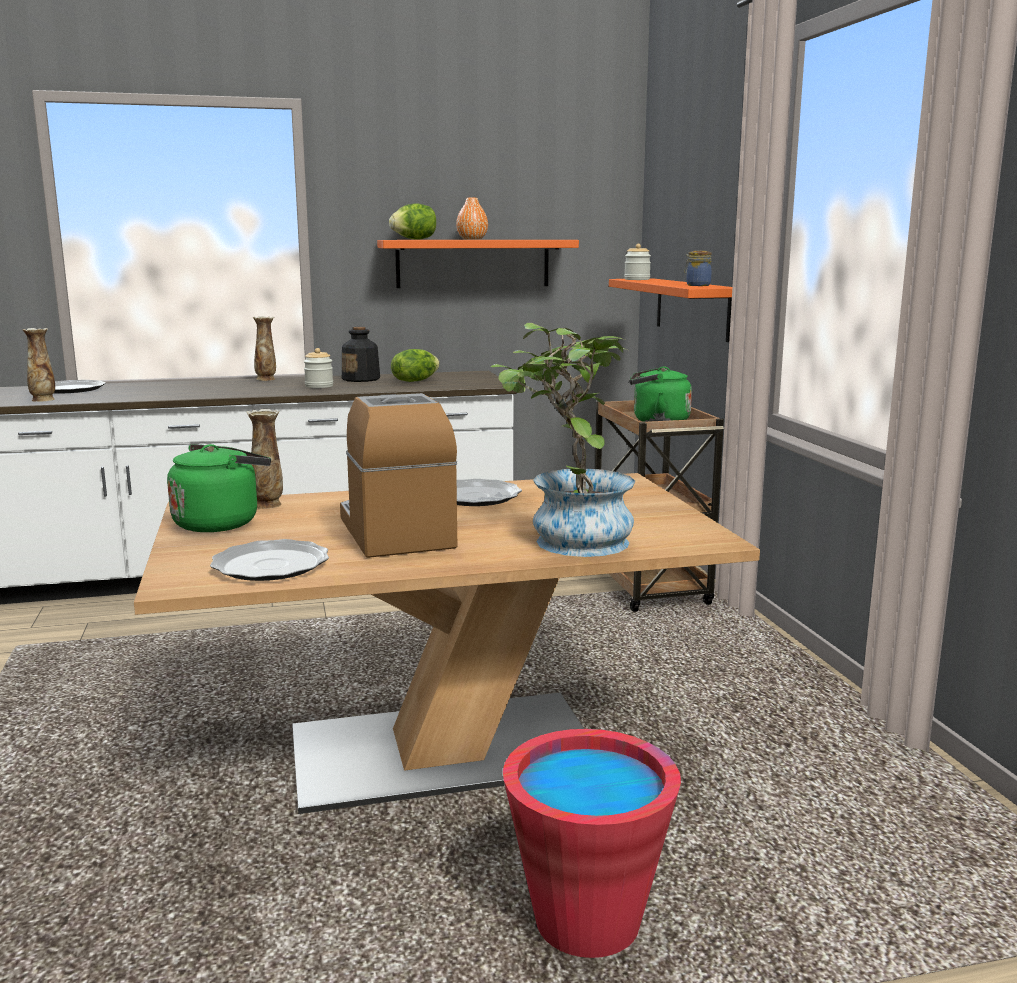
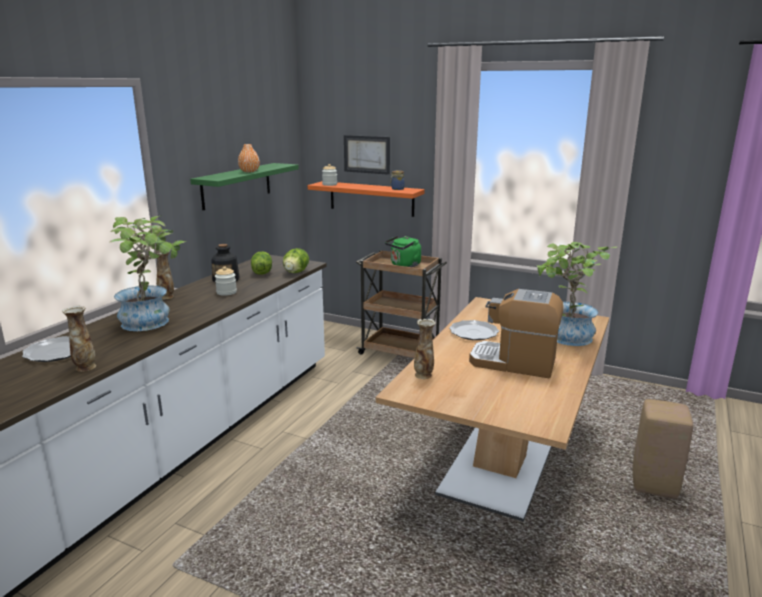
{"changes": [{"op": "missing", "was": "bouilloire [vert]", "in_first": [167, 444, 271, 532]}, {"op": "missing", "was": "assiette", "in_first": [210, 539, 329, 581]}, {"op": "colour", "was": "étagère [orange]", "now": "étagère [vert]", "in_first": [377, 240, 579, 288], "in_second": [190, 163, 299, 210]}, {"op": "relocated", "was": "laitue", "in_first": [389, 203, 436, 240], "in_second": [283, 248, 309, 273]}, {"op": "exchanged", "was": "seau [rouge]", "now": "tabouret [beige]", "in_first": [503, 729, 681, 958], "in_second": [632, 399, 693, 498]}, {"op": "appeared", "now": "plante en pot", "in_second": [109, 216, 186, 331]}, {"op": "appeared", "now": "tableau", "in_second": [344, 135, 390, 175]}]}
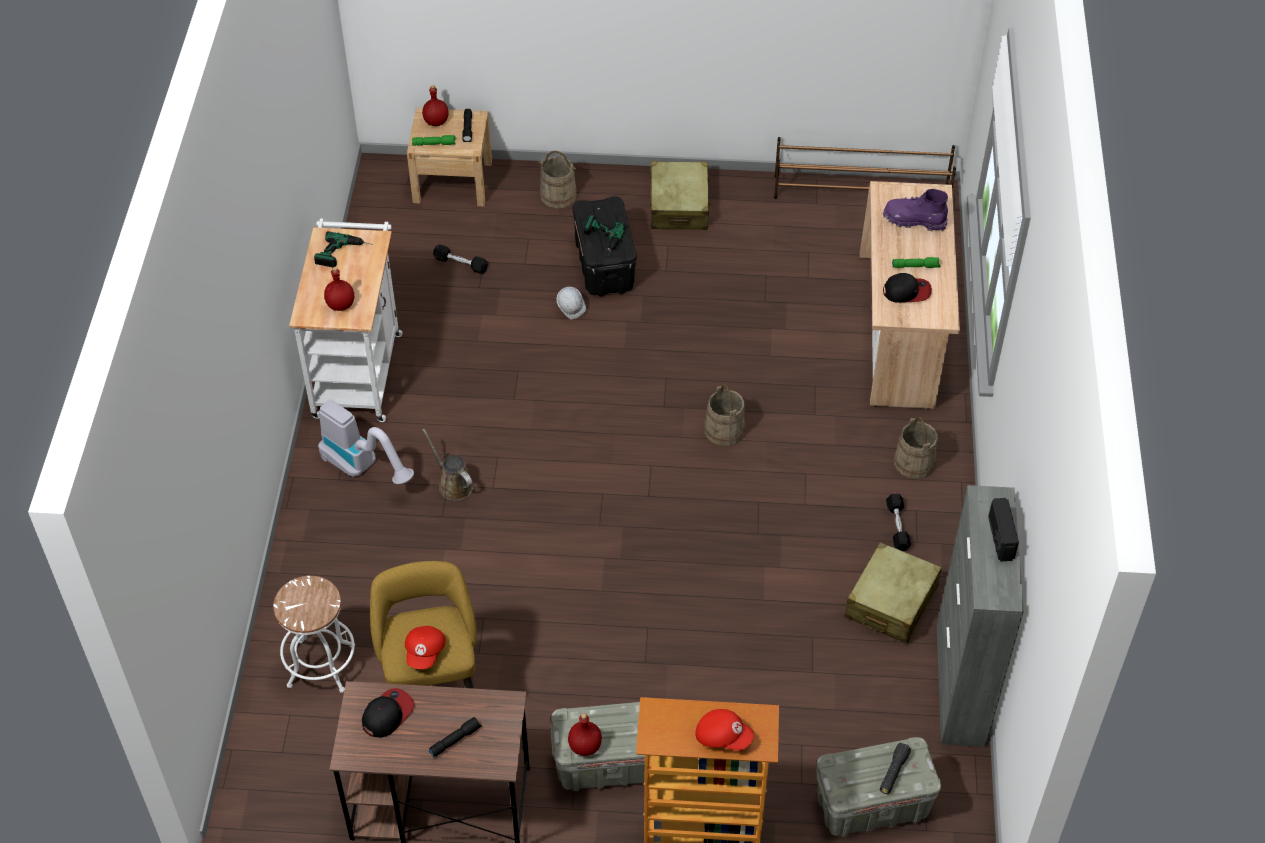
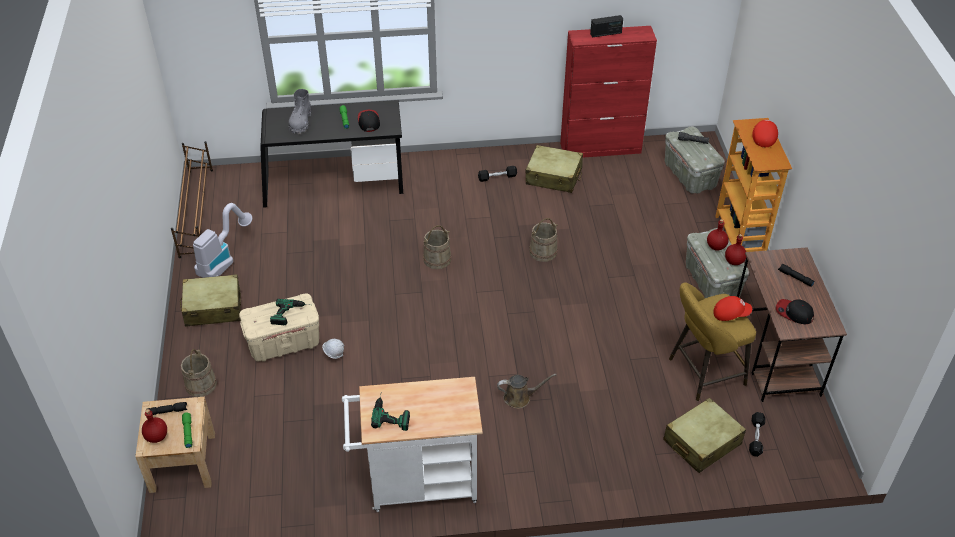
{"changes": [{"op": "exchanged", "was": "tabouret [blanc]", "now": "valise [beige]", "in_first": [273, 576, 355, 693], "in_second": [663, 398, 746, 473]}, {"op": "relocated", "was": "aspirateur", "in_first": [318, 400, 414, 484], "in_second": [193, 203, 252, 278]}, {"op": "relocated", "was": "bouteille [rouge]", "in_first": [324, 267, 354, 311], "in_second": [707, 219, 728, 250]}, {"op": "spun", "was": "arrosoir [marron]", "in_first": [422, 429, 473, 501], "in_second": [497, 374, 556, 409], "clockwise": -135}, {"op": "relocated", "was": "haltère [noir]", "in_first": [433, 244, 488, 274], "in_second": [749, 412, 765, 457]}, {"op": "colour", "was": "boîte de rangement [noir]", "now": "boîte de rangement [beige]", "in_first": [573, 196, 637, 296], "in_second": [239, 294, 319, 362]}, {"op": "colour", "was": "bureau [beige]", "now": "bureau [noir]", "in_first": [860, 181, 960, 409], "in_second": [260, 100, 403, 208]}, {"op": "colour", "was": "botte [violet]", "now": "botte [gris]", "in_first": [883, 189, 948, 231], "in_second": [289, 89, 312, 135]}, {"op": "relocated", "was": "seau [beige]", "in_first": [894, 416, 938, 479], "in_second": [529, 218, 558, 262]}, {"op": "colour", "was": "meuble de rangement [gris]", "now": "meuble de rangement [rouge]", "in_first": [937, 485, 1024, 747], "in_second": [560, 26, 657, 158]}]}
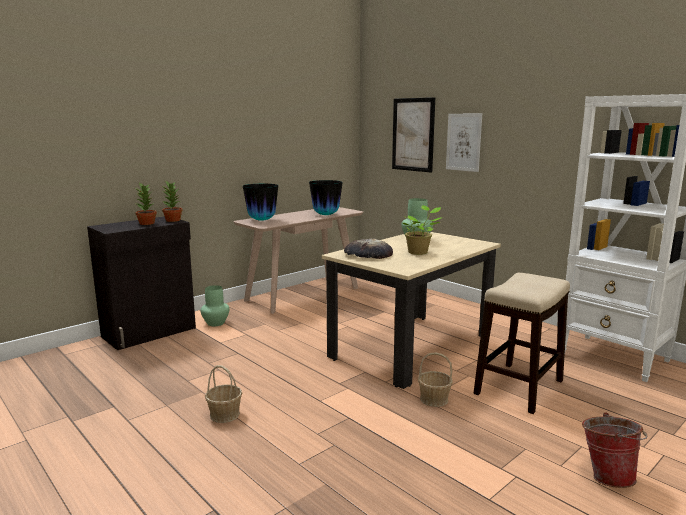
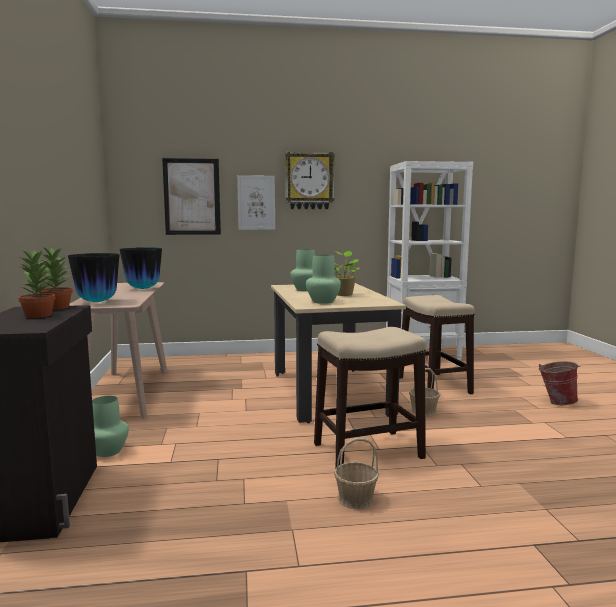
{"changes": [{"op": "exchanged", "was": "pain", "now": "vase [vert]", "in_first": [344, 239, 393, 259], "in_second": [306, 254, 341, 304]}, {"op": "appeared", "now": "horloge murale", "in_second": [285, 152, 335, 209]}, {"op": "appeared", "now": "tabouret", "in_second": [314, 327, 426, 467]}]}
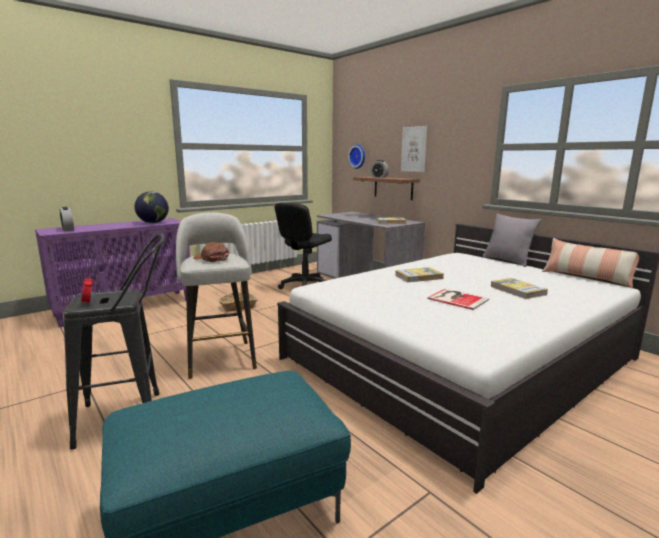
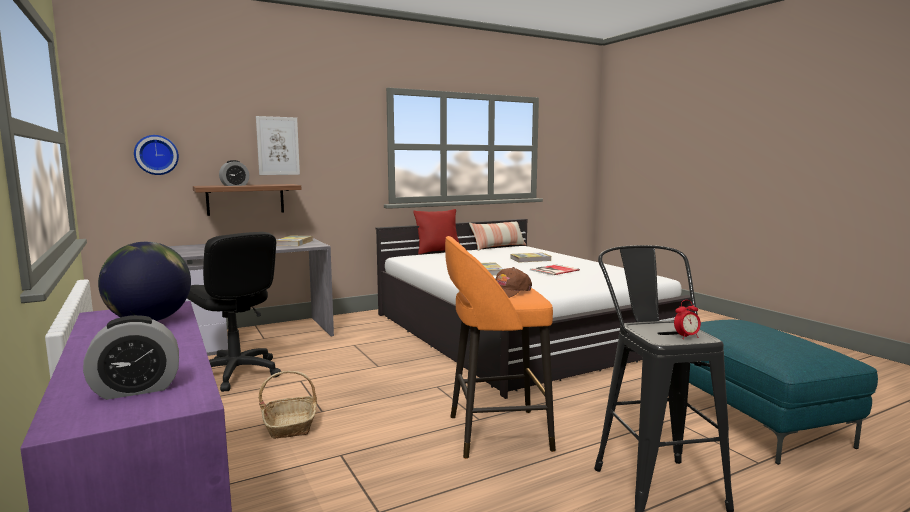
{"changes": [{"op": "colour", "was": "tabouret [gris]", "now": "tabouret [orange]", "in_first": [176, 212, 257, 379], "in_second": [445, 236, 556, 459]}, {"op": "colour", "was": "coussin [gris]", "now": "coussin [rouge]", "in_first": [483, 214, 541, 267], "in_second": [413, 209, 459, 254]}]}
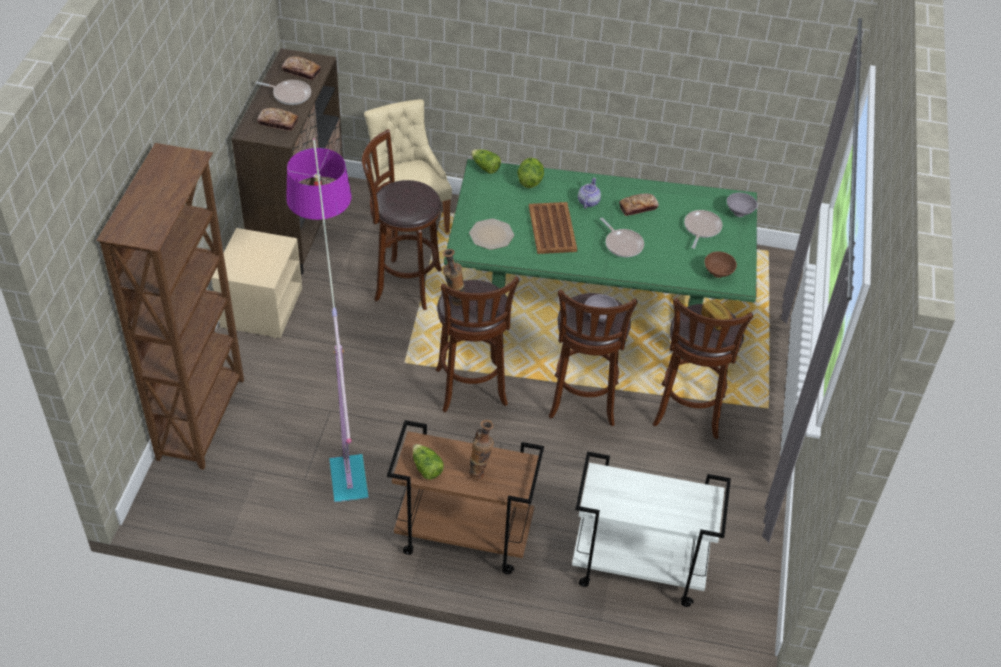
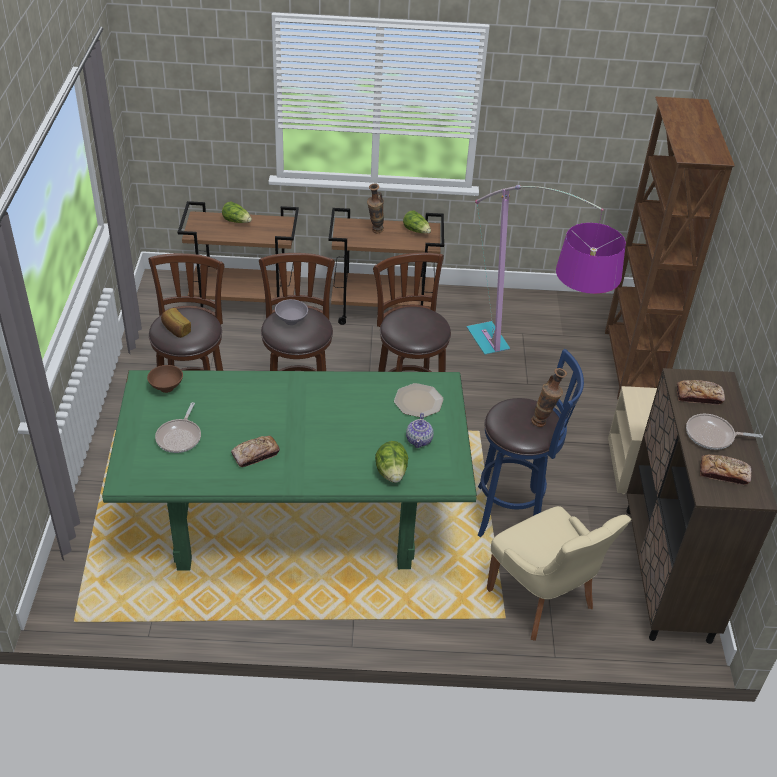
{"changes": [{"op": "colour", "was": "tabouret [marron]", "now": "tabouret [bleu]", "in_first": [362, 129, 442, 310], "in_second": [478, 349, 584, 537]}, {"op": "relocated", "was": "vase", "in_first": [442, 249, 464, 306], "in_second": [531, 368, 567, 427]}, {"op": "relocated", "was": "laitue", "in_first": [471, 149, 501, 174], "in_second": [222, 202, 252, 223]}, {"op": "missing", "was": "plateau [marron]", "in_first": [529, 202, 577, 254]}, {"op": "colour", "was": "chariot [blanc]", "now": "chariot [marron]", "in_first": [572, 452, 731, 607], "in_second": [178, 201, 299, 308]}, {"op": "relocated", "was": "théière", "in_first": [578, 178, 601, 209], "in_second": [406, 413, 433, 448]}, {"op": "missing", "was": "poêle", "in_first": [600, 218, 644, 257]}, {"op": "missing", "was": "bol [gris]", "in_first": [727, 193, 758, 217]}]}
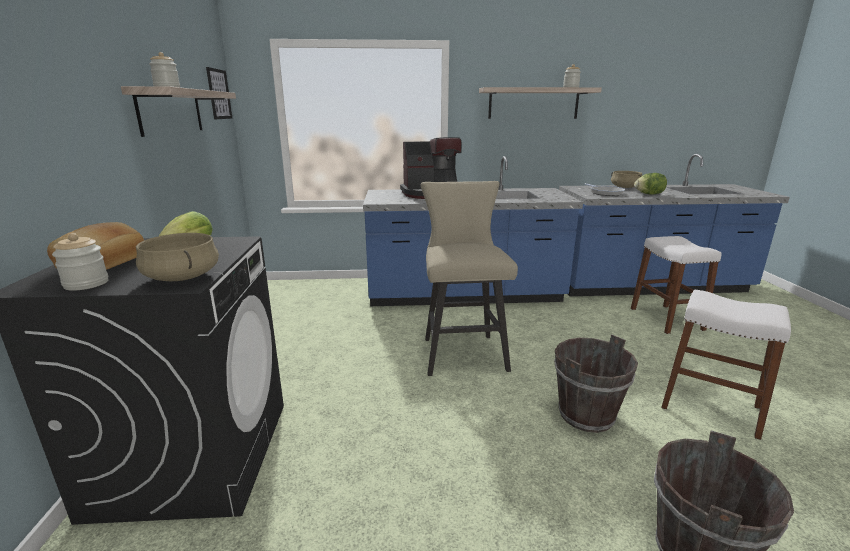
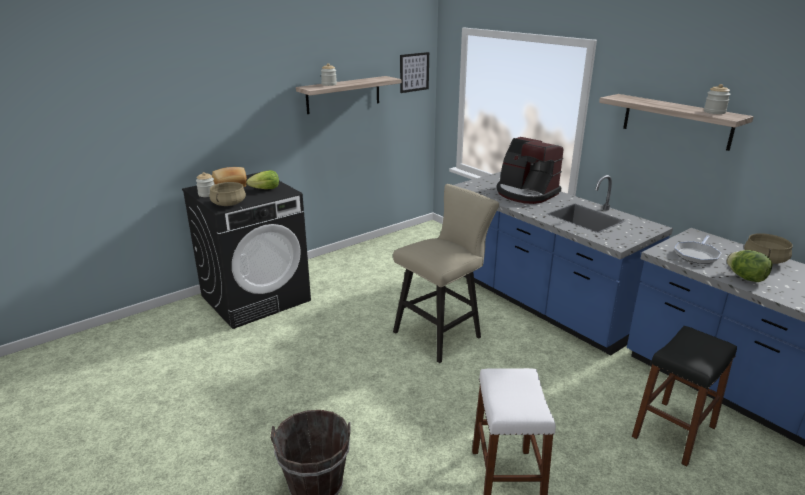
{"changes": [{"op": "missing", "was": "seau [marron]", "in_first": [554, 335, 638, 433]}, {"op": "colour", "was": "tabouret [blanc]", "now": "tabouret [noir]", "in_first": [631, 236, 721, 334], "in_second": [632, 326, 737, 467]}]}
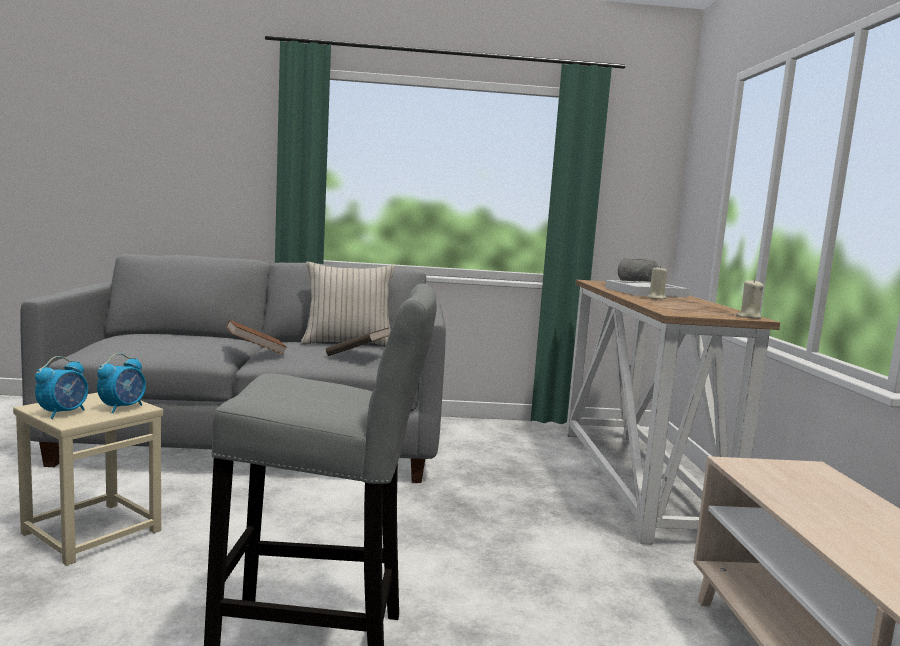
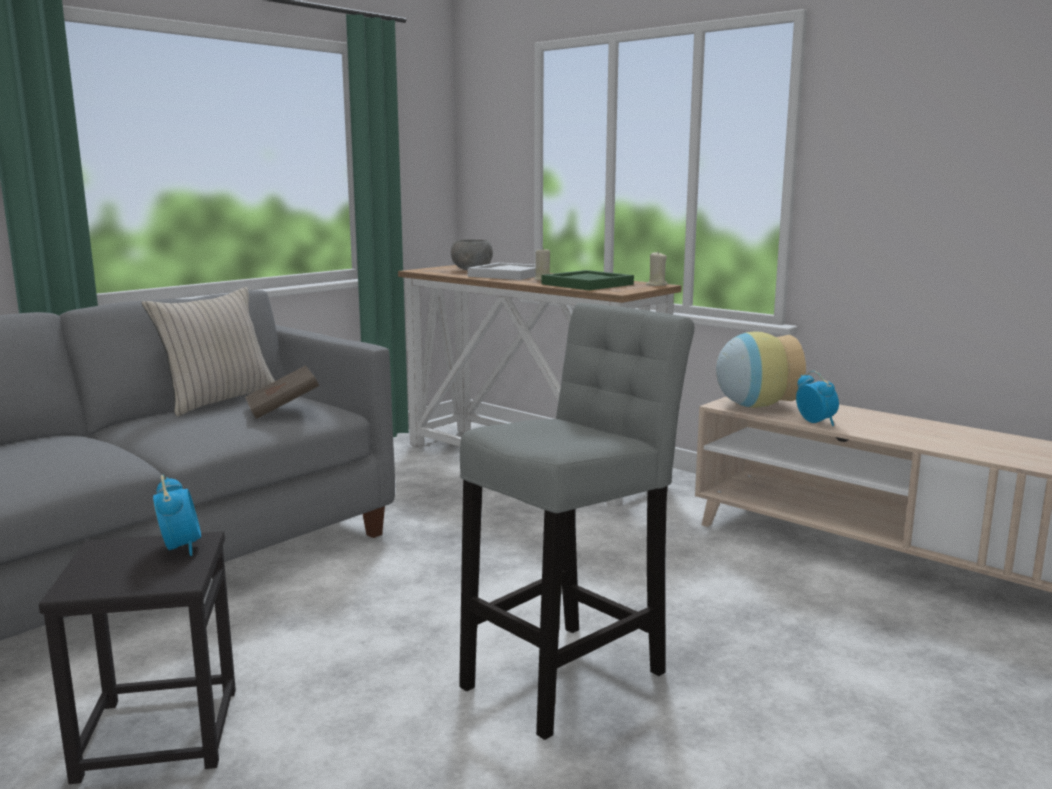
{"changes": [{"op": "colour", "was": "tabouret [beige]", "now": "tabouret [noir]", "in_first": [13, 392, 163, 566], "in_second": [39, 532, 236, 784]}, {"op": "relocated", "was": "réveil", "in_first": [35, 356, 88, 419], "in_second": [796, 371, 839, 426]}, {"op": "missing", "was": "livre [marron]", "in_first": [226, 320, 287, 355]}, {"op": "appeared", "now": "plateau [vert]", "in_second": [541, 270, 634, 290]}, {"op": "appeared", "now": "vase", "in_second": [716, 332, 806, 408]}]}
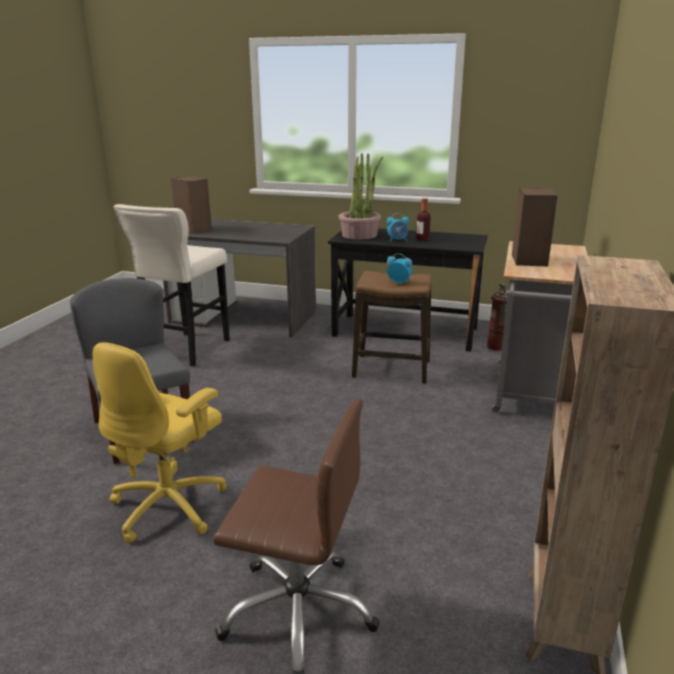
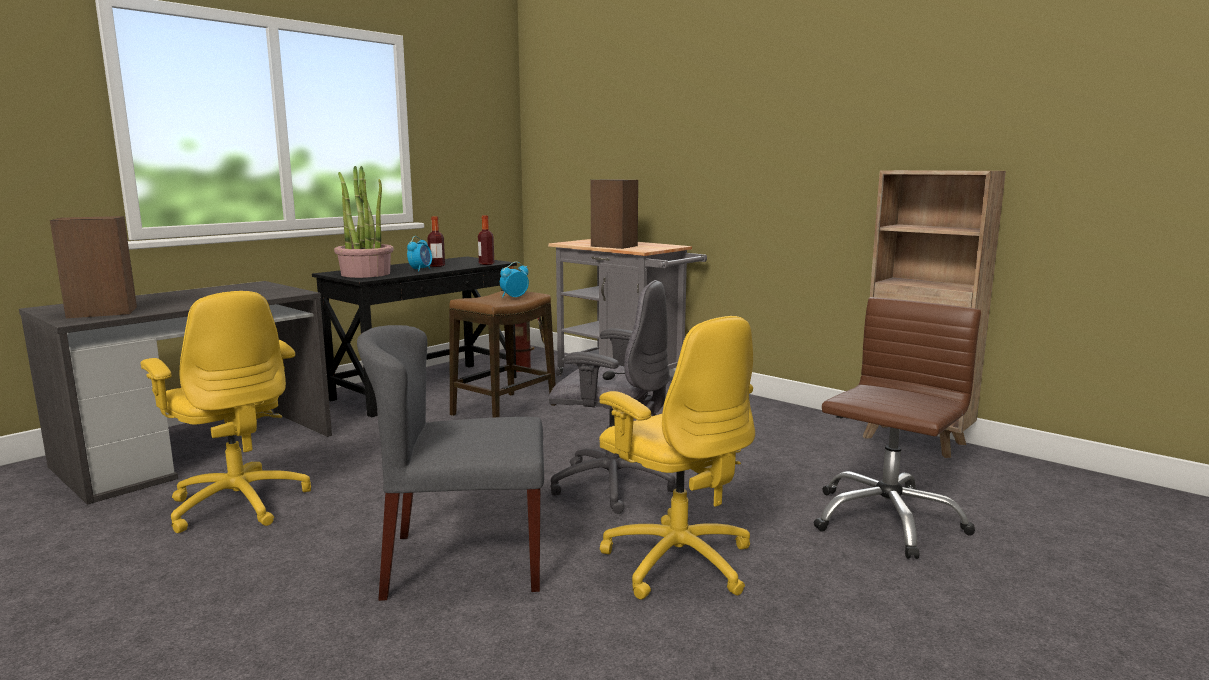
{"changes": [{"op": "exchanged", "was": "tabouret [beige]", "now": "chaise de bureau [jaune]", "in_first": [114, 204, 230, 367], "in_second": [141, 291, 311, 533]}, {"op": "appeared", "now": "bouteille", "in_second": [478, 215, 494, 265]}, {"op": "appeared", "now": "chaise de bureau [gris]", "in_second": [549, 280, 676, 514]}]}
